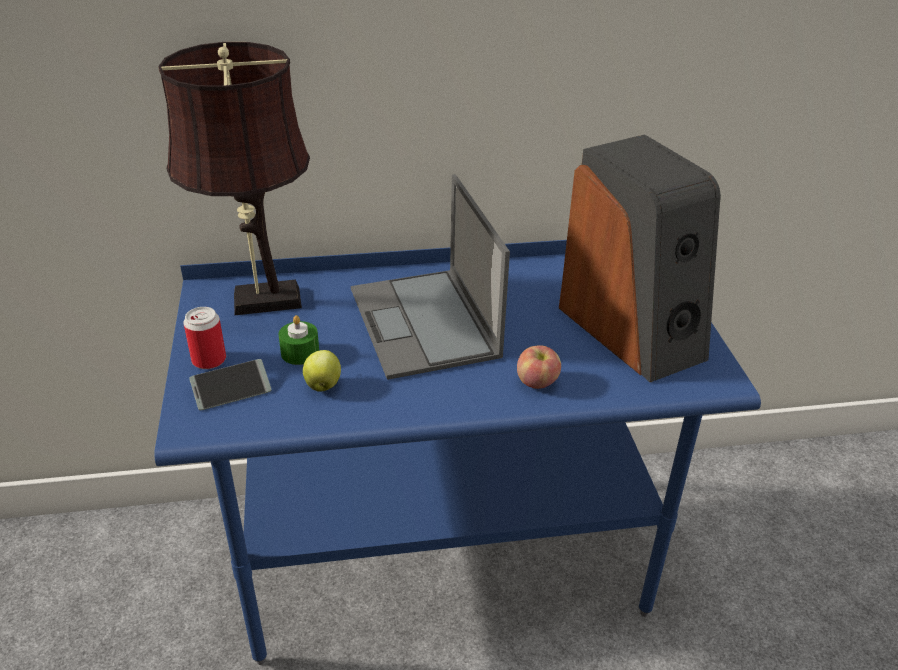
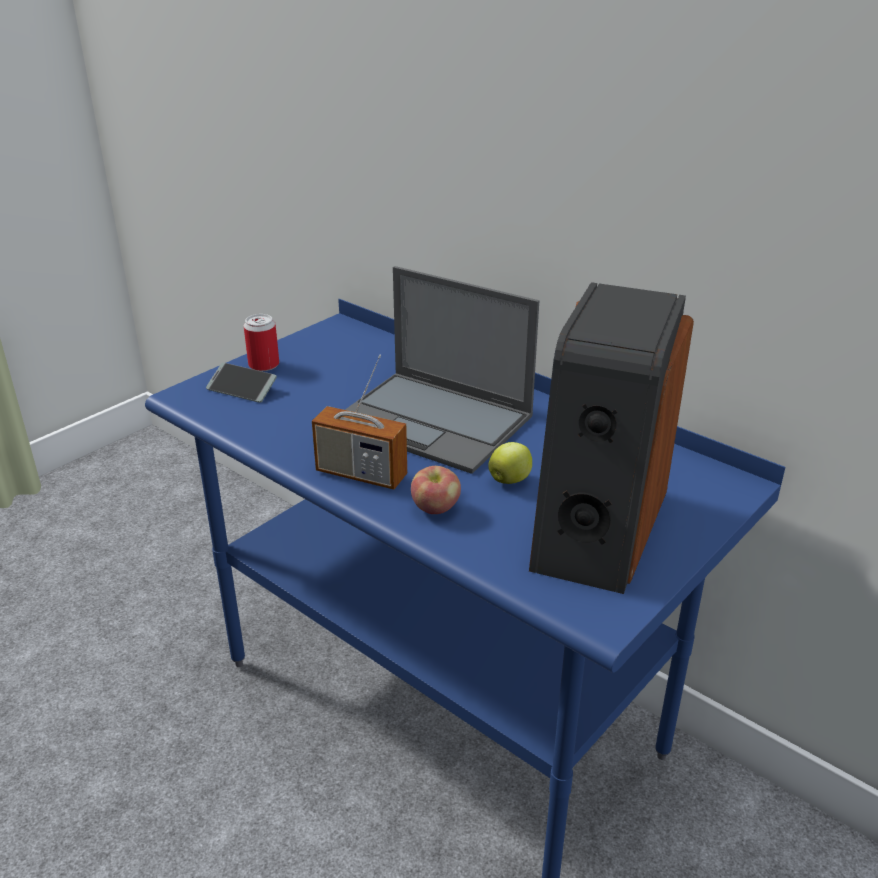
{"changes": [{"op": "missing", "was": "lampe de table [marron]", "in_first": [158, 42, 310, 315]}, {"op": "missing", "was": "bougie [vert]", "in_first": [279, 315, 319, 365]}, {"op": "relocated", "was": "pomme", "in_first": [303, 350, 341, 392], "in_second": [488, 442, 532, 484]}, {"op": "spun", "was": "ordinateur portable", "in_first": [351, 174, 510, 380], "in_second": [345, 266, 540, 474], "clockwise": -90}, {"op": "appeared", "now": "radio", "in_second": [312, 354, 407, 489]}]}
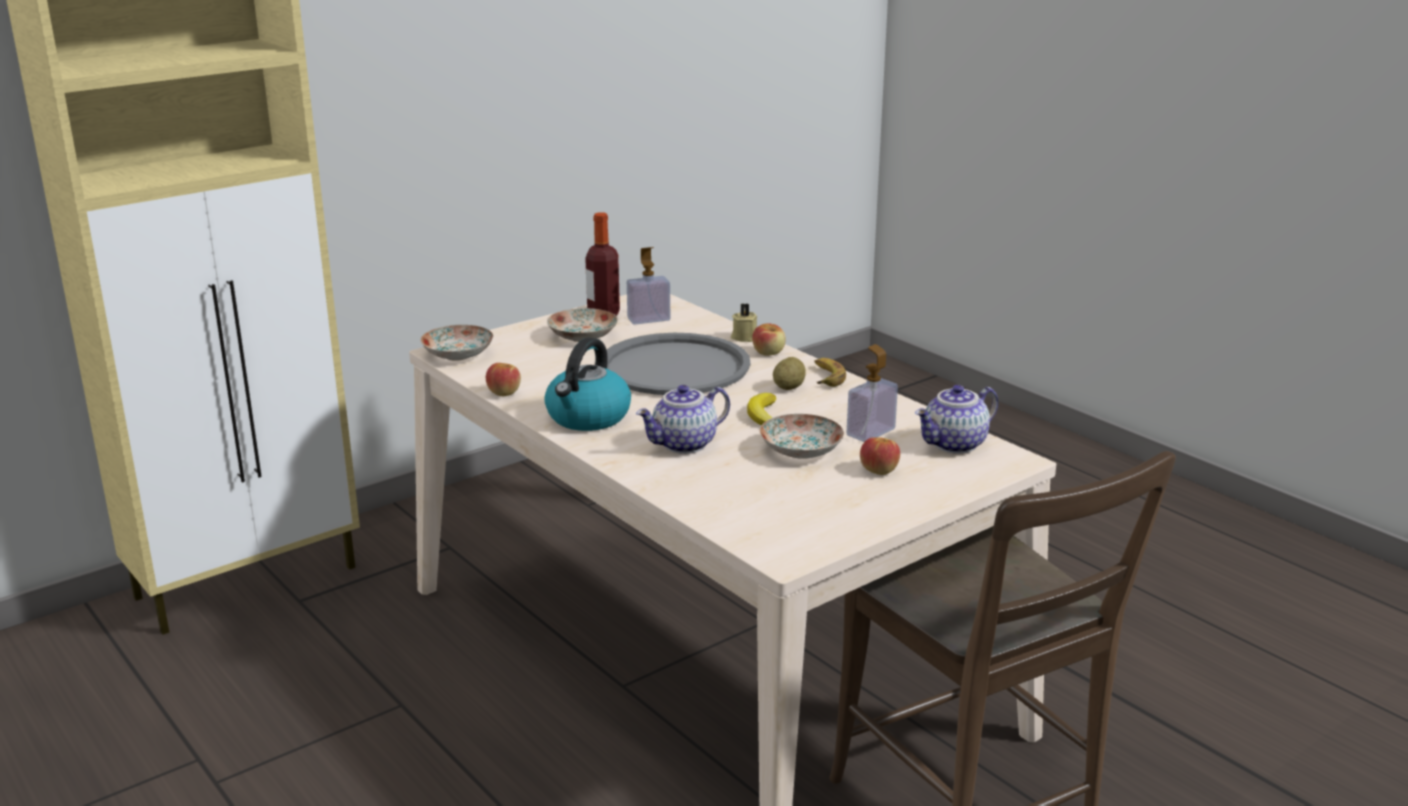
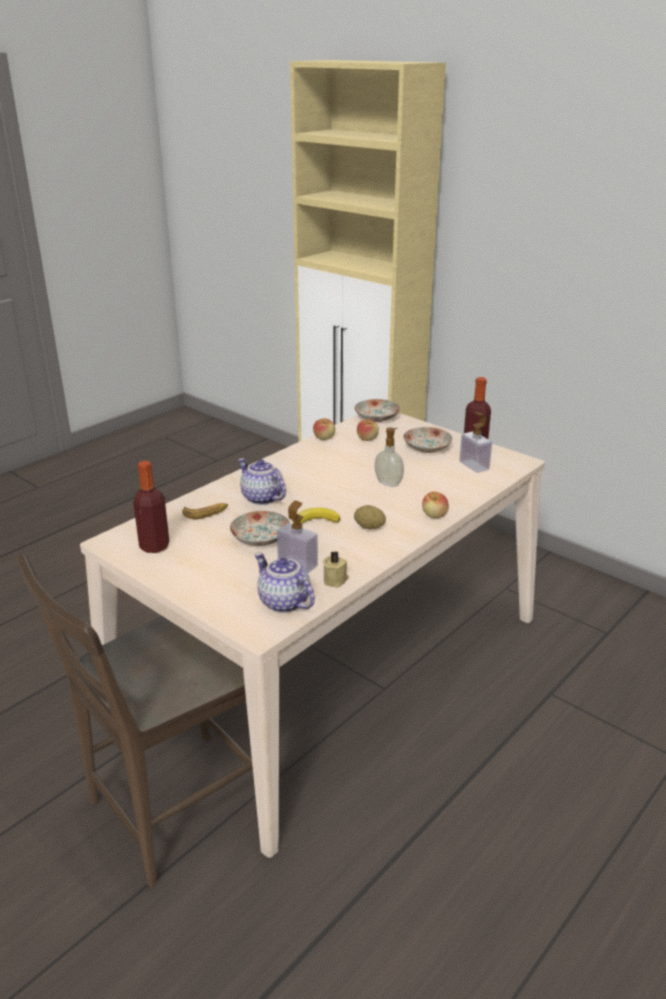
{"changes": [{"op": "missing", "was": "bouilloire", "in_first": [544, 338, 631, 431]}, {"op": "exchanged", "was": "plateau [gris]", "now": "distributeur de savon", "in_first": [607, 333, 750, 395], "in_second": [374, 428, 404, 487]}, {"op": "relocated", "was": "bougie [beige]", "in_first": [731, 303, 757, 342], "in_second": [323, 551, 349, 587]}, {"op": "relocated", "was": "banane", "in_first": [814, 358, 846, 387], "in_second": [182, 503, 228, 519]}, {"op": "relocated", "was": "pomme", "in_first": [860, 437, 900, 475], "in_second": [357, 419, 379, 441]}, {"op": "appeared", "now": "bouteille", "in_second": [133, 461, 169, 553]}]}
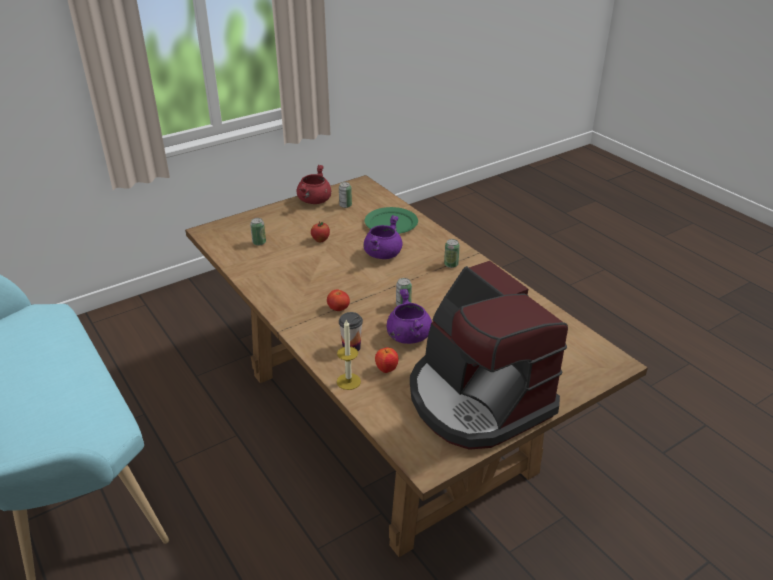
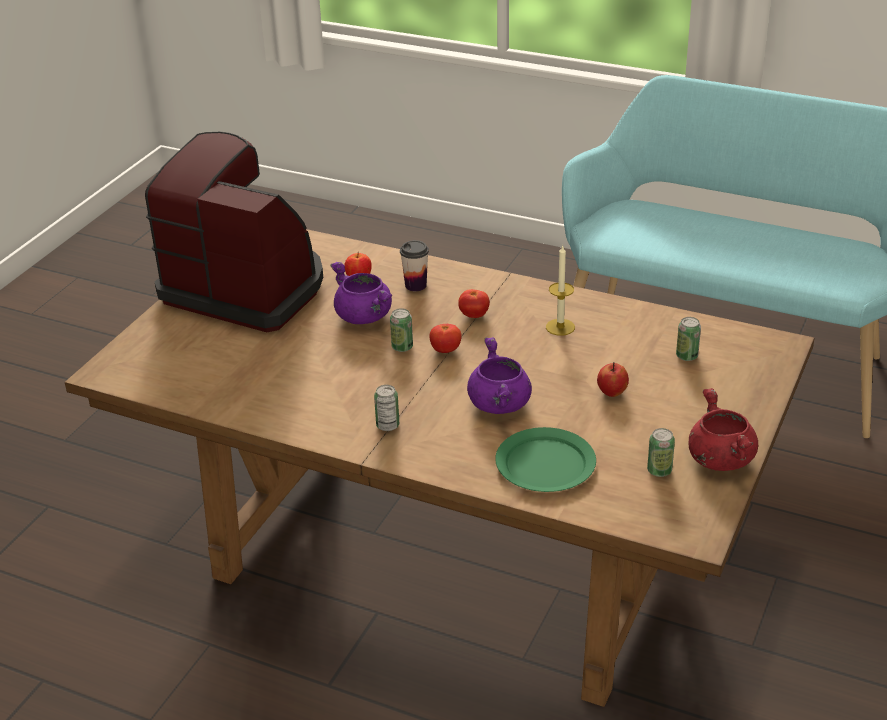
{"changes": [{"op": "relocated", "was": "bougie", "in_first": [337, 319, 361, 390], "in_second": [546, 246, 575, 336]}, {"op": "appeared", "now": "tomate", "in_second": [429, 324, 462, 353]}]}
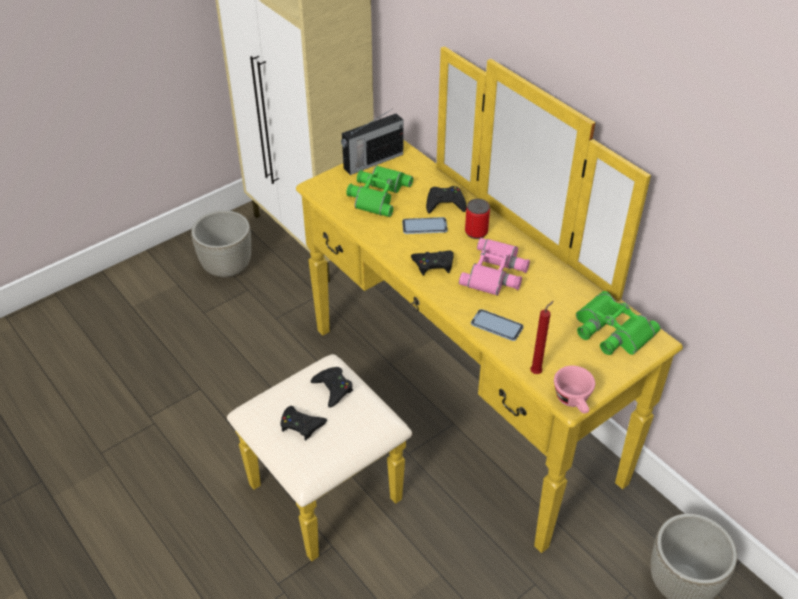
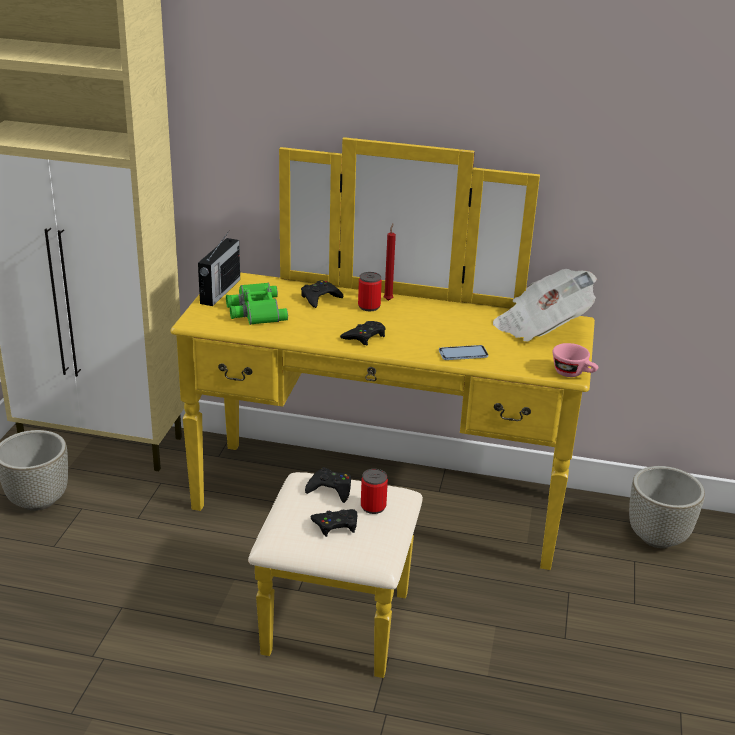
{"changes": [{"op": "missing", "was": "téléphone", "in_first": [402, 217, 448, 234]}, {"op": "missing", "was": "jumelles [rose]", "in_first": [459, 238, 530, 296]}, {"op": "relocated", "was": "bougie [rouge]", "in_first": [530, 301, 554, 374], "in_second": [384, 223, 396, 301]}, {"op": "exchanged", "was": "jumelles [vert]", "now": "journal", "in_first": [576, 291, 660, 355], "in_second": [493, 269, 597, 342]}, {"op": "appeared", "now": "boîte métallique", "in_second": [361, 469, 388, 514]}]}
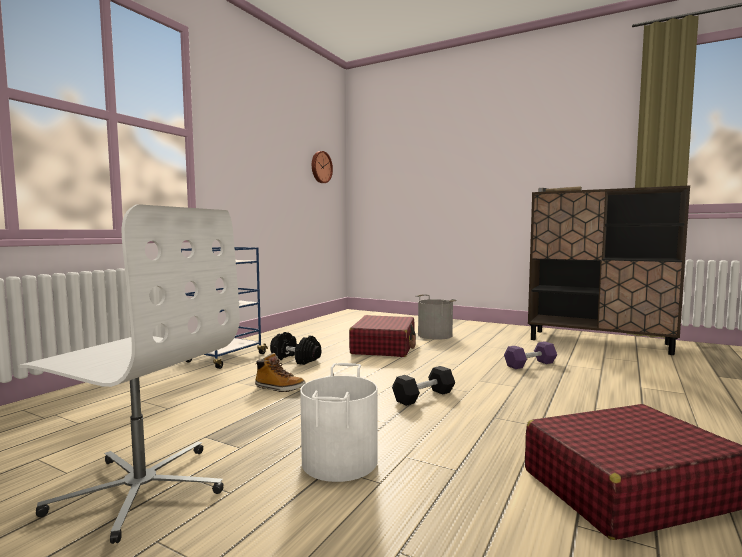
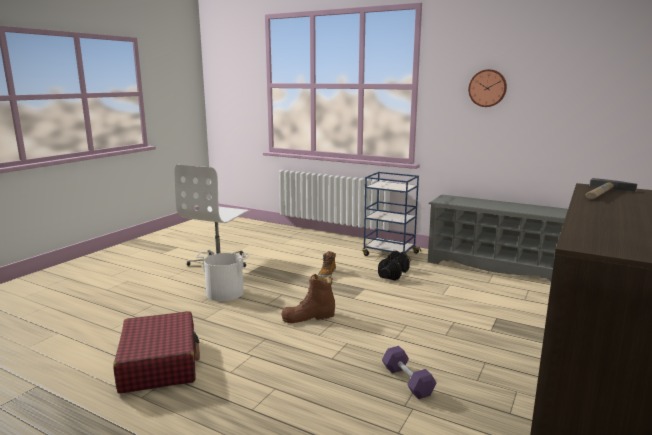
{"changes": [{"op": "relocated", "was": "horloge murale", "in_first": [312, 151, 333, 183], "in_second": [468, 69, 507, 107]}, {"op": "missing", "was": "valise [rouge]", "in_first": [349, 315, 416, 357]}, {"op": "exchanged", "was": "haltère [noir]", "now": "botte [marron]", "in_first": [392, 366, 455, 406], "in_second": [282, 274, 335, 323]}, {"op": "missing", "was": "seau [gris]", "in_first": [415, 294, 457, 340]}, {"op": "appeared", "now": "étagère à chaussures [gris]", "in_second": [428, 195, 568, 282]}]}
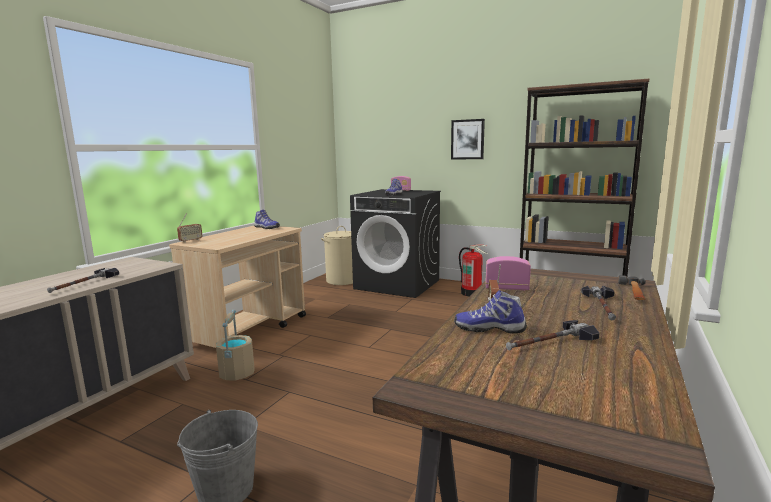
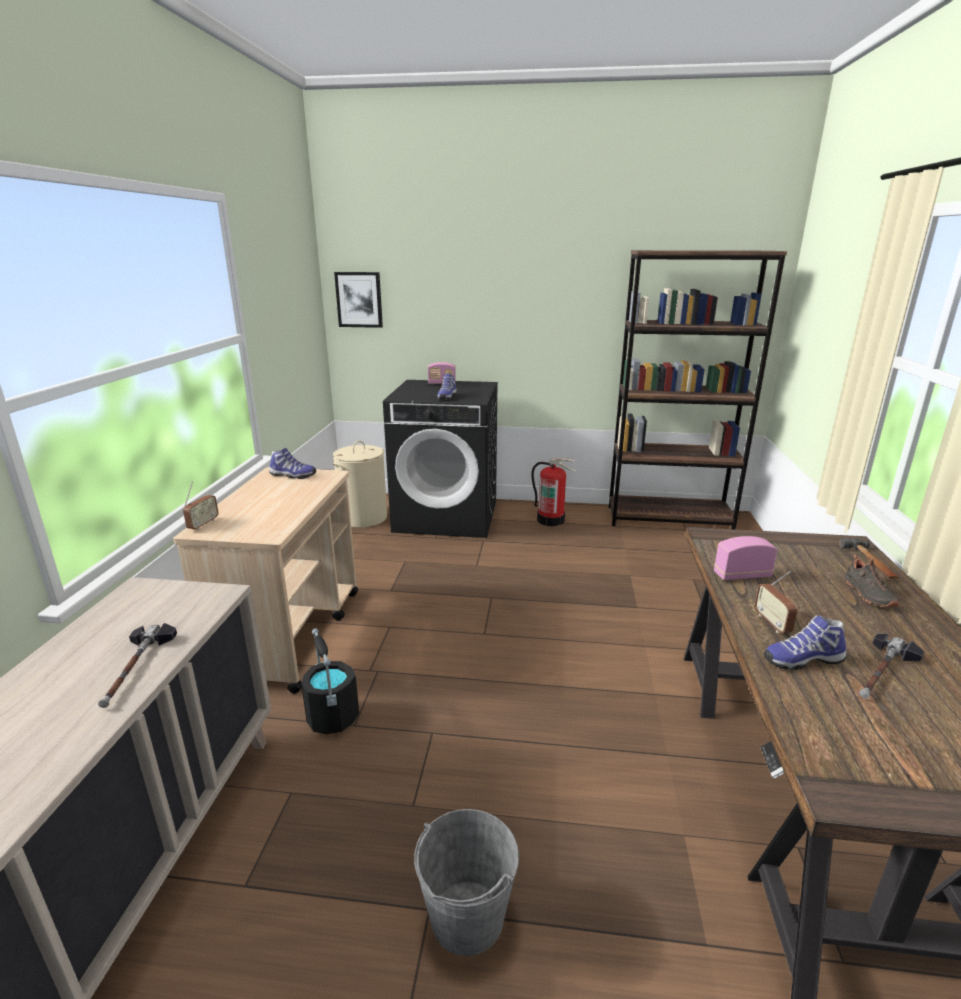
{"changes": [{"op": "colour", "was": "seau [beige]", "now": "seau [noir]", "in_first": [216, 310, 255, 381], "in_second": [301, 628, 359, 734]}, {"op": "relocated", "was": "tableau", "in_first": [451, 119, 485, 159], "in_second": [334, 272, 383, 328]}, {"op": "exchanged", "was": "marteau", "now": "chaussure [noir]", "in_first": [581, 286, 616, 320], "in_second": [844, 555, 899, 607]}]}
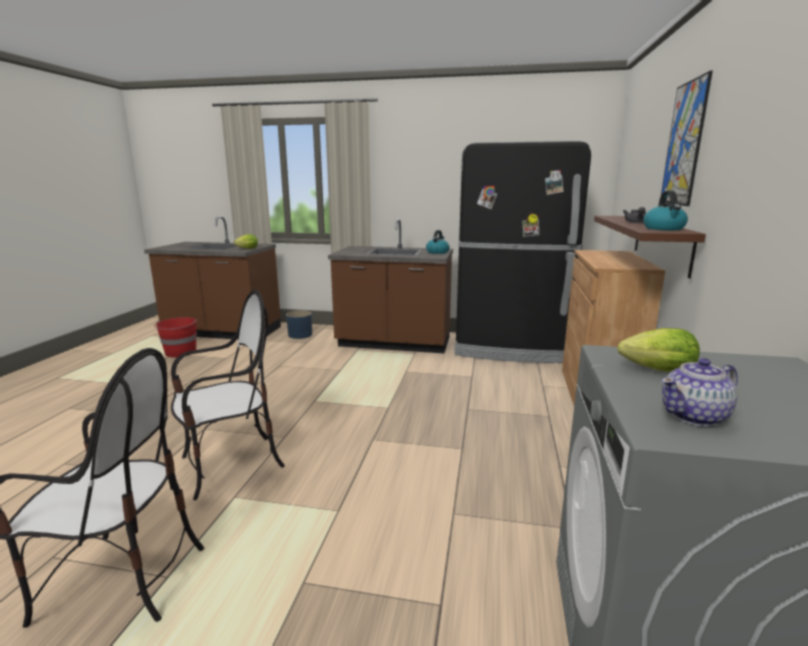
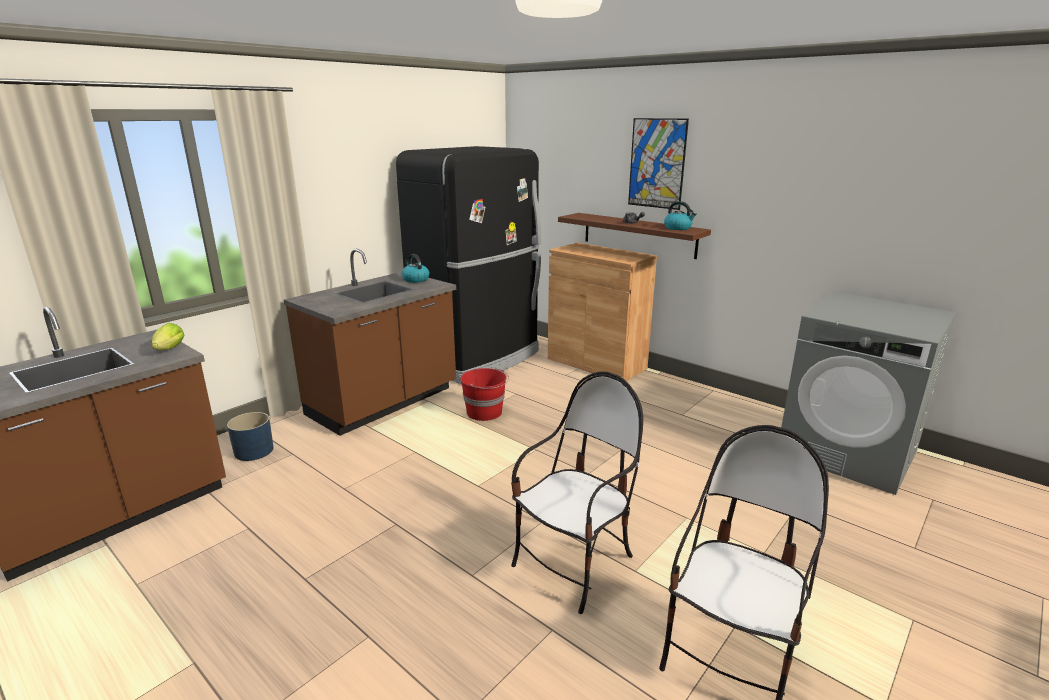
{"changes": [{"op": "relocated", "was": "seau [rouge]", "in_first": [154, 317, 197, 357], "in_second": [460, 368, 509, 421]}, {"op": "spun", "was": "chaise", "in_first": [171, 290, 285, 500], "in_second": [511, 371, 643, 614], "clockwise": 45}, {"op": "missing", "was": "laitue", "in_first": [618, 328, 700, 372]}, {"op": "missing", "was": "théière", "in_first": [662, 358, 738, 427]}]}
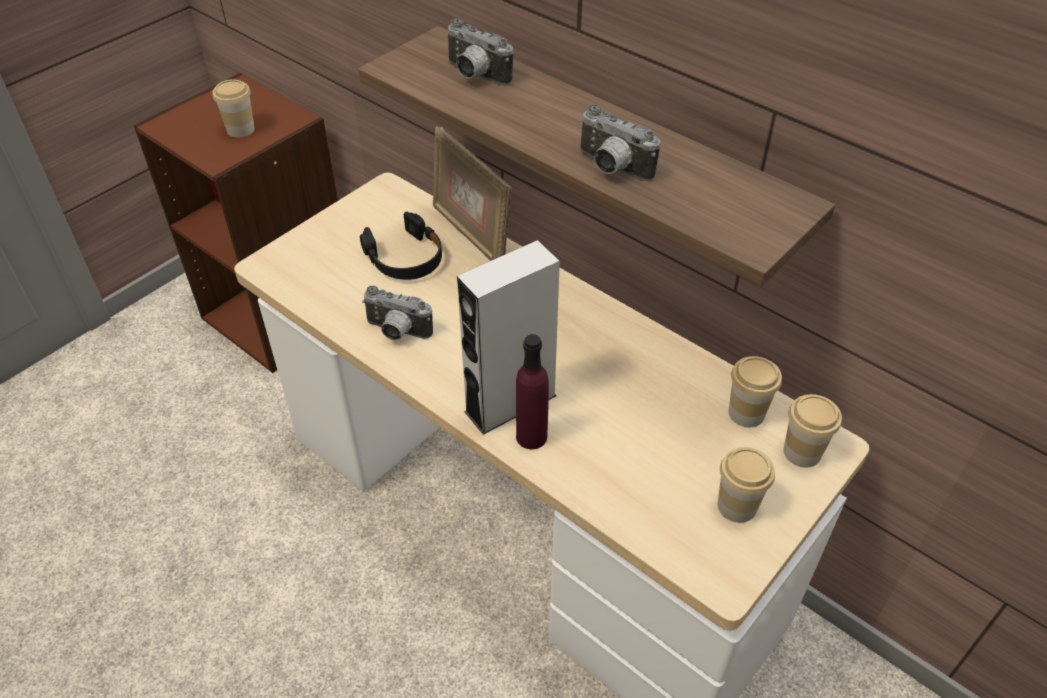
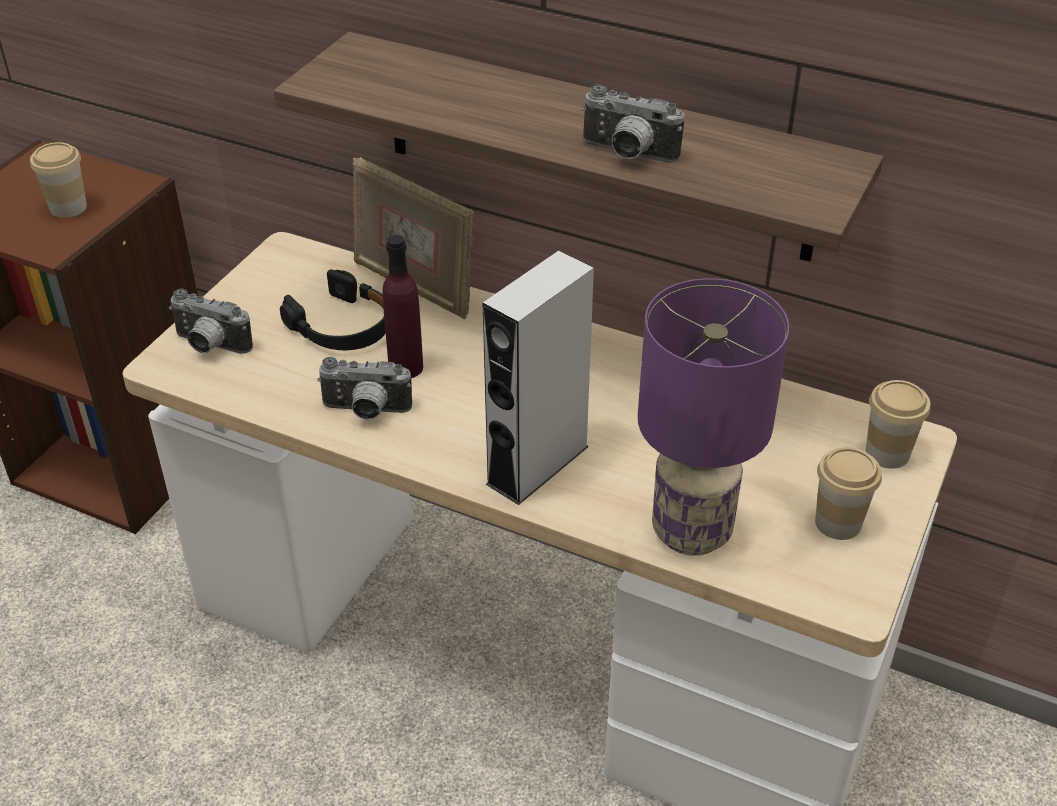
{"changes": [{"op": "relocated", "was": "appareil photo", "in_first": [445, 18, 514, 86], "in_second": [169, 289, 253, 354]}, {"op": "relocated", "was": "bouteille [violet]", "in_first": [516, 334, 549, 449], "in_second": [382, 235, 423, 378]}, {"op": "missing", "was": "tasse", "in_first": [729, 356, 782, 427]}, {"op": "appeared", "now": "lampe de table [violet]", "in_second": [638, 278, 789, 556]}]}
